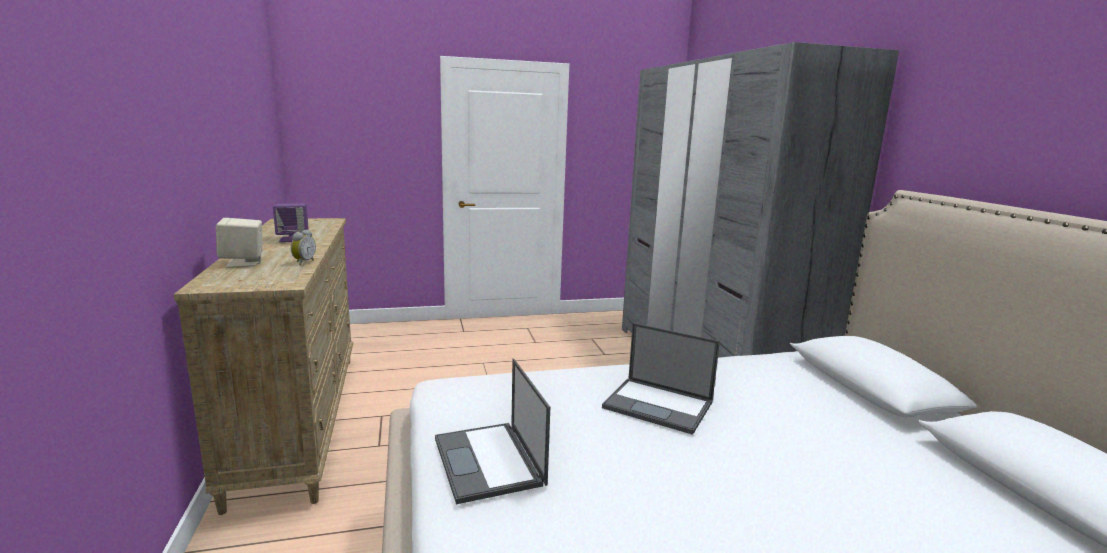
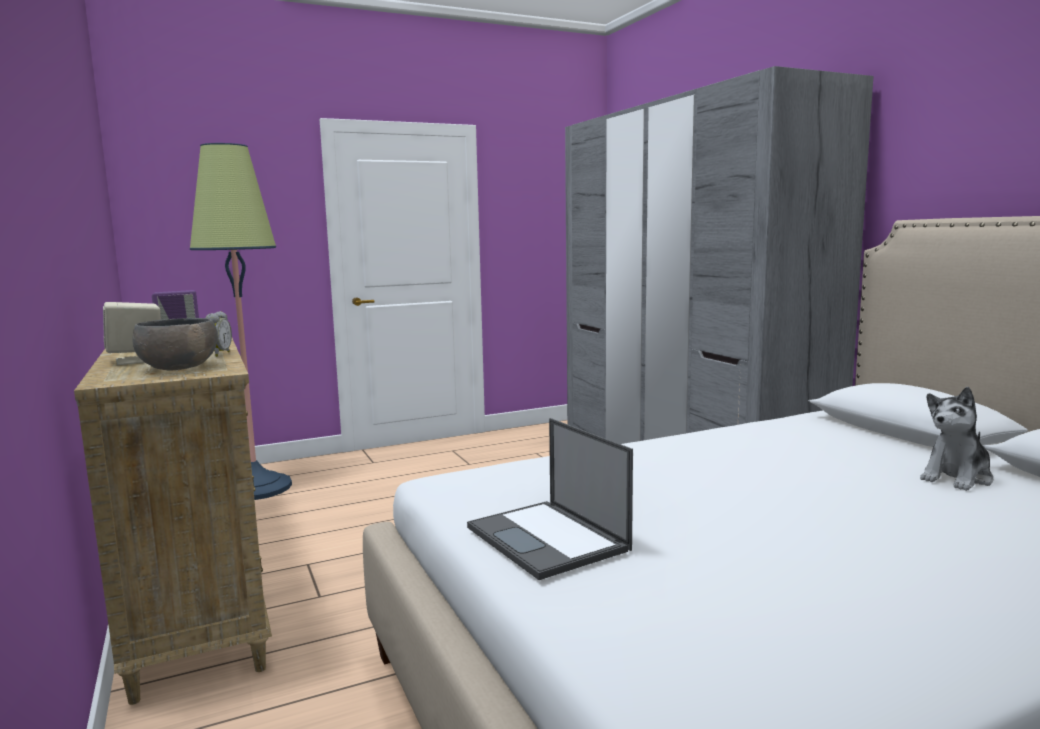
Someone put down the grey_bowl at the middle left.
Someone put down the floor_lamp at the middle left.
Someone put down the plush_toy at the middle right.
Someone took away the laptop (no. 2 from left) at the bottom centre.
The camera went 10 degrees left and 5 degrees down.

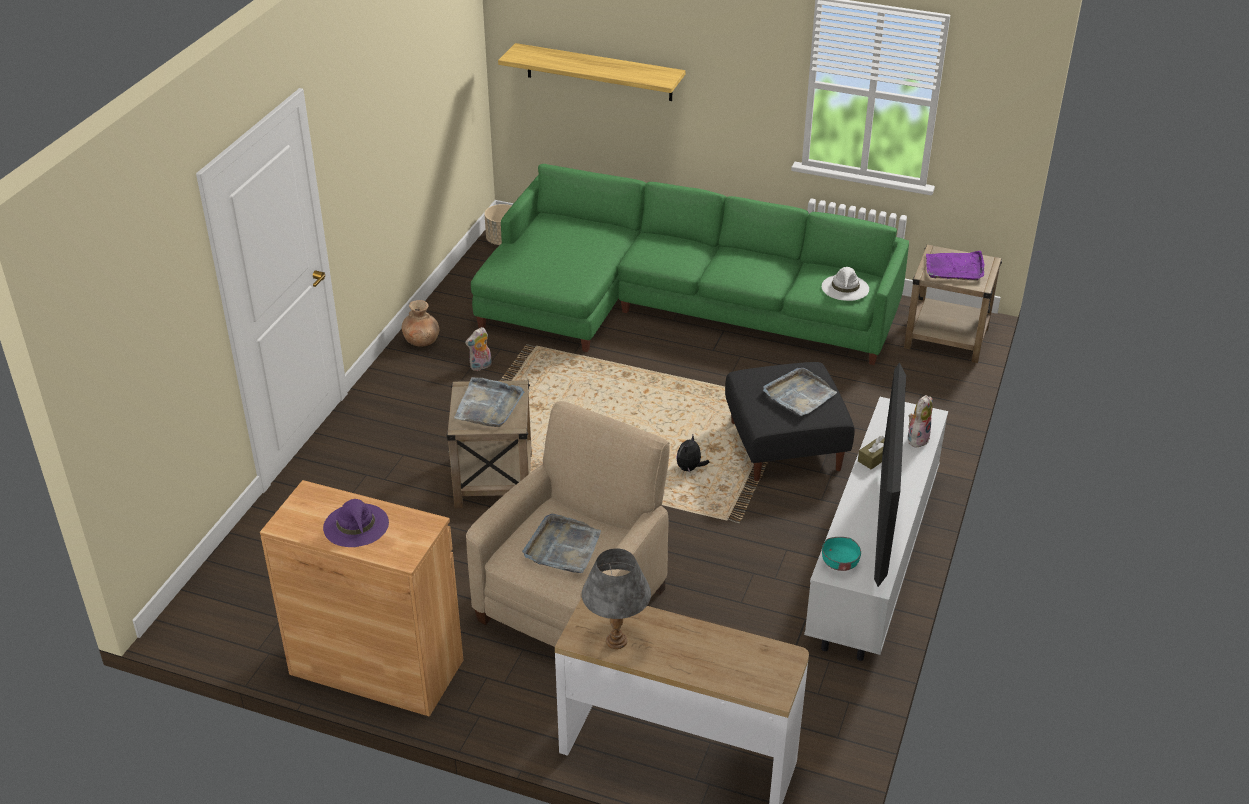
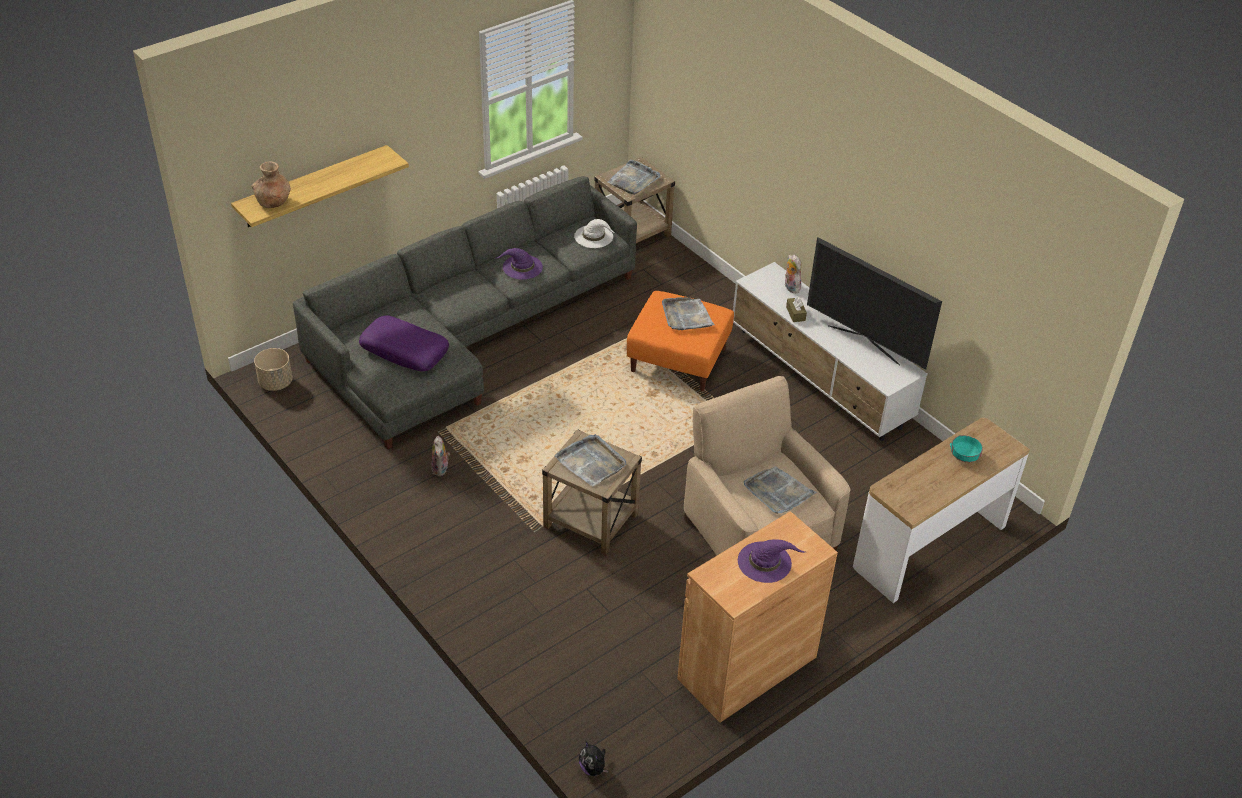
Someone carried the brown_vase from the centre to the top left.
Someone repainted the green_sofa at the top centre, which became the grey_sofa at the centre.
Someone put down the purple_pillow at the middle left.
Someone put down the purple_hat (no. 1 from left) at the top centre.
Someone carried the plush_toy (no. 2 from left) from the centre to the bottom centre.
Someone repainted the purple_tray at the top right, which became the grey_tray (no. 2 from left) at the top centre.
Someone repainted the black_ottoman at the centre, which became the orange_ottoman at the centre.
Someone carried the turquoise_bowl from the bottom right to the middle right.
Someone took away the grey_table_lamp at the bottom centre.
The camera went 60 degrees left and 5 degrees up.

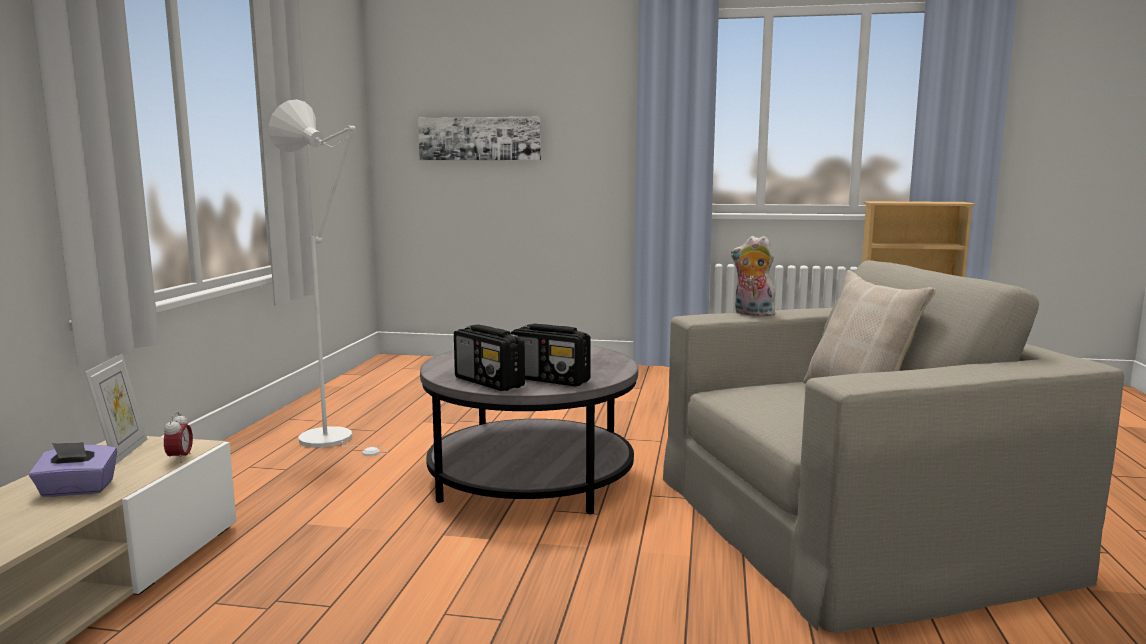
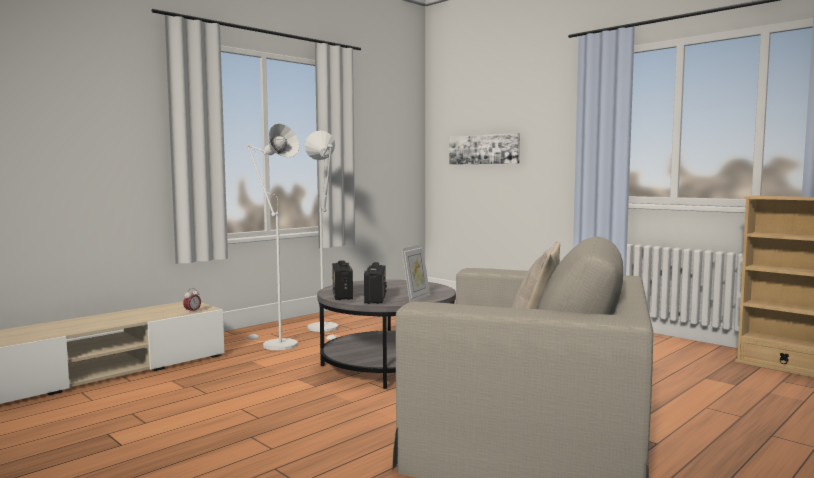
Someone put down the white_floor_lamp (no. 1 from left) at the middle left.
Someone rotated the radio (no. 2 from left) at the centre by 150 degrees counterclockwise.
Someone carried the picture_frame from the middle left to the centre.
Someone took away the purple_tissue_box at the bottom left.
Someone took away the plush_toy at the centre.
The camera went 35 degrees right and 5 degrees down.

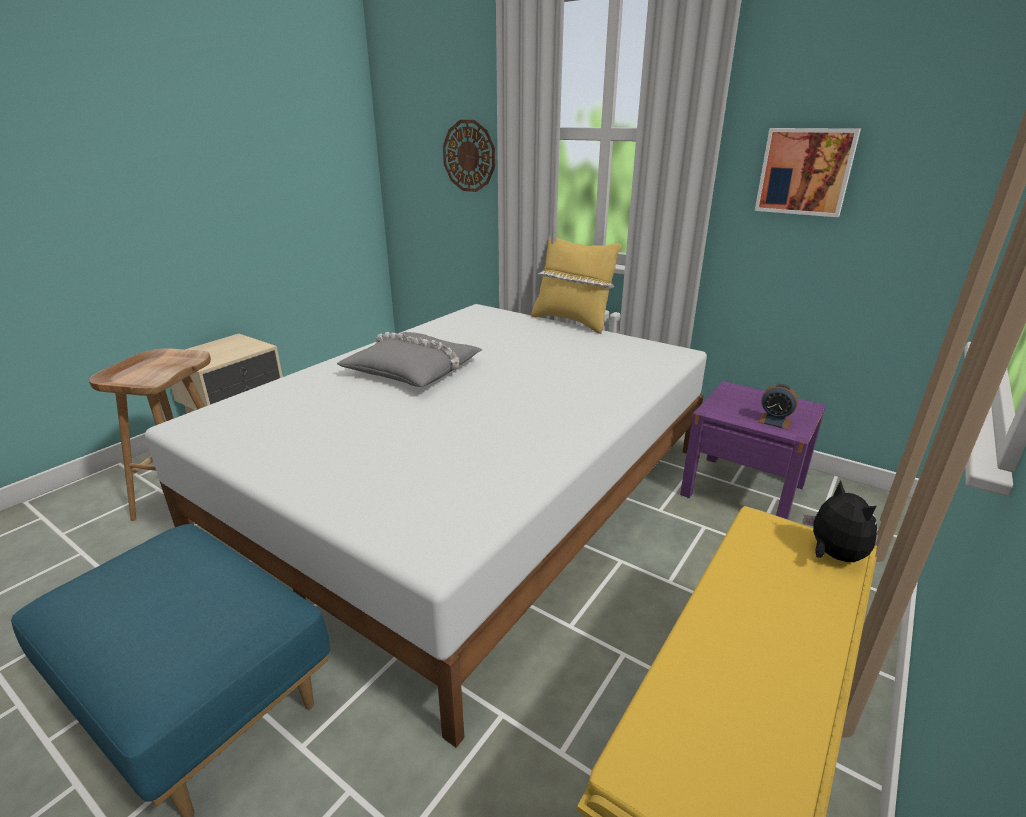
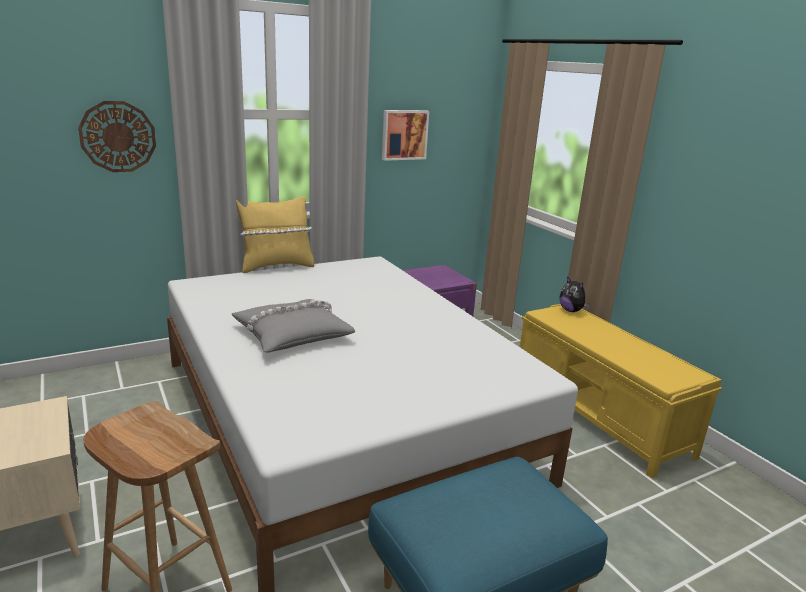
Someone rotated the plush_toy at the middle right by 135 degrees counterclockwise.
Someone took away the alarm_clock at the middle right.
The camera went 65 degrees left and 5 degrees down.

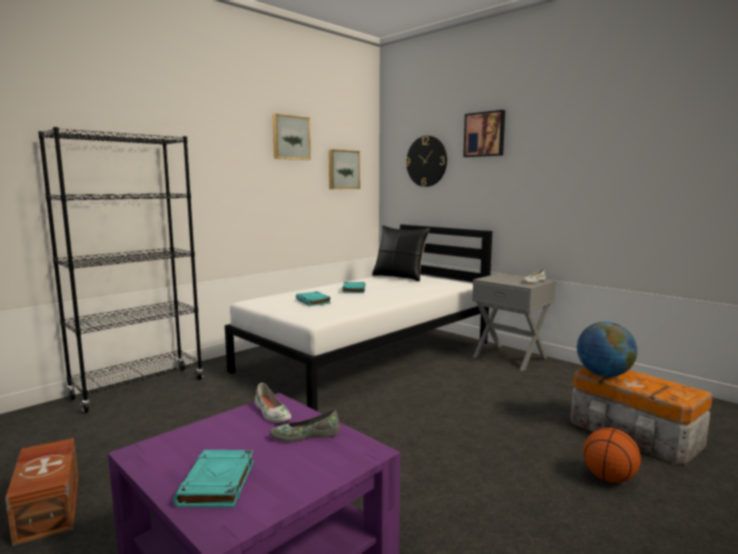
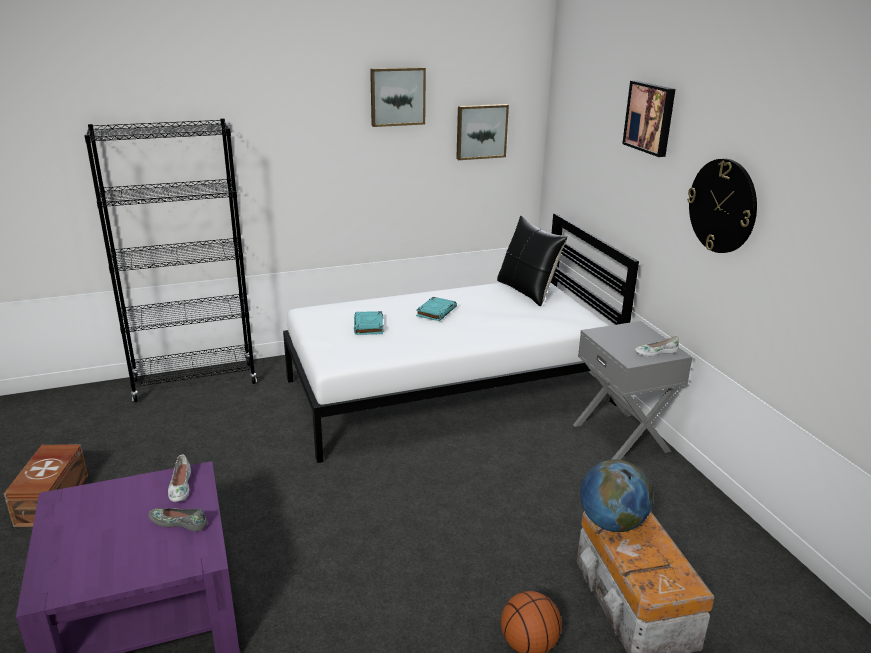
Someone carried the wall_clock from the top centre to the top right.
Someone took away the turquoise_book (no. 1 from left) at the bottom left.
The camera went 25 degrees right and 15 degrees up.

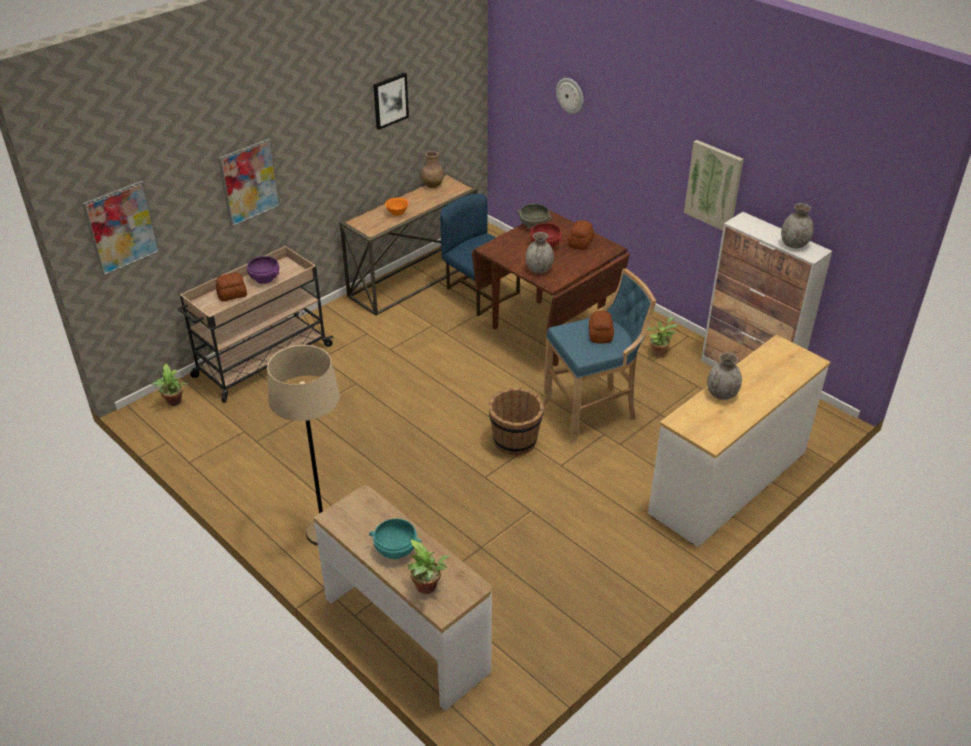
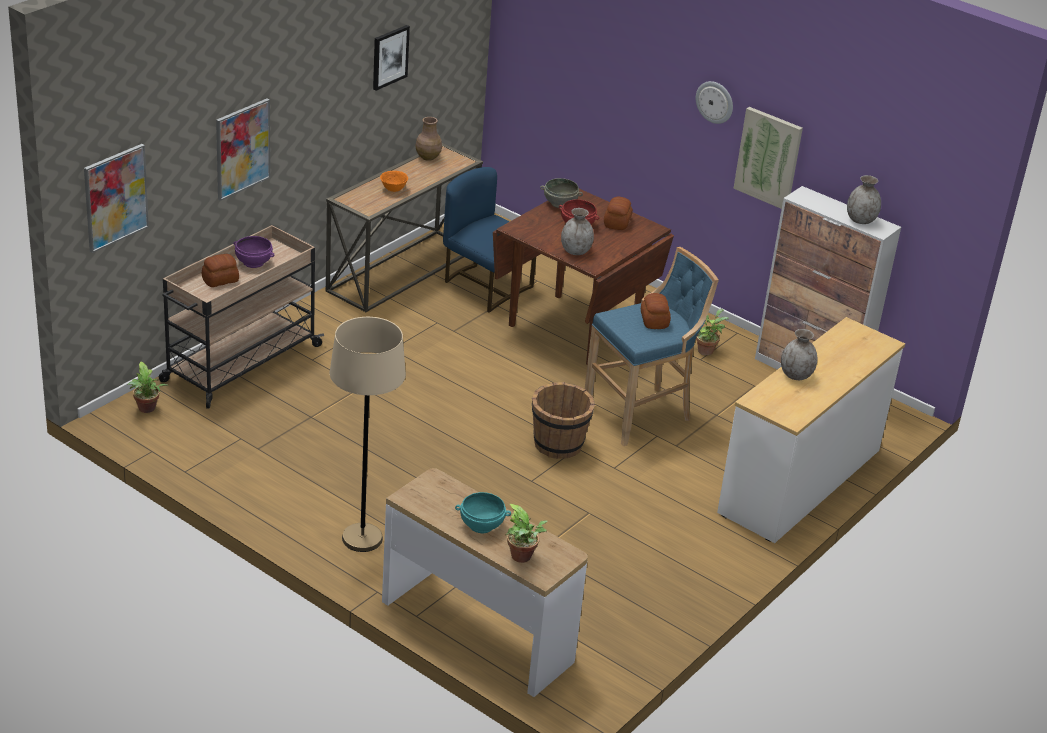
Someone carried the wall_clock from the top centre to the top right.
The camera went 10 degrees left and 5 degrees down.

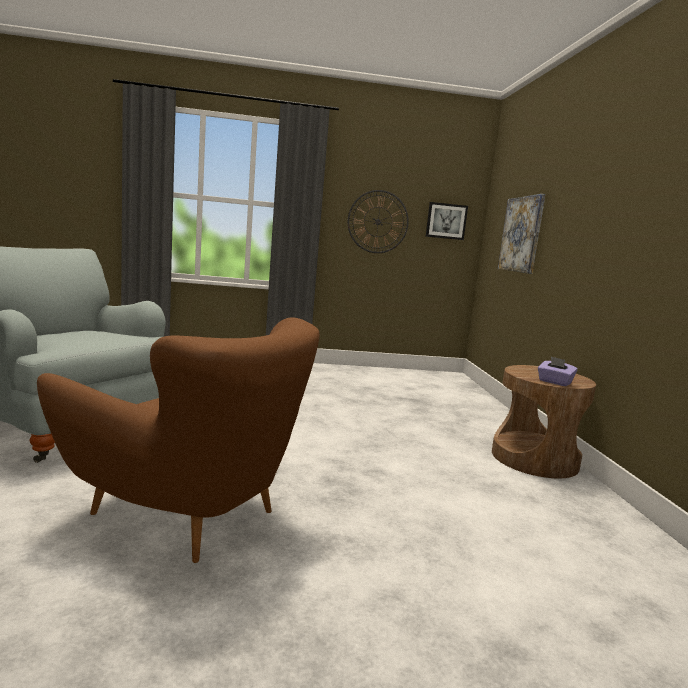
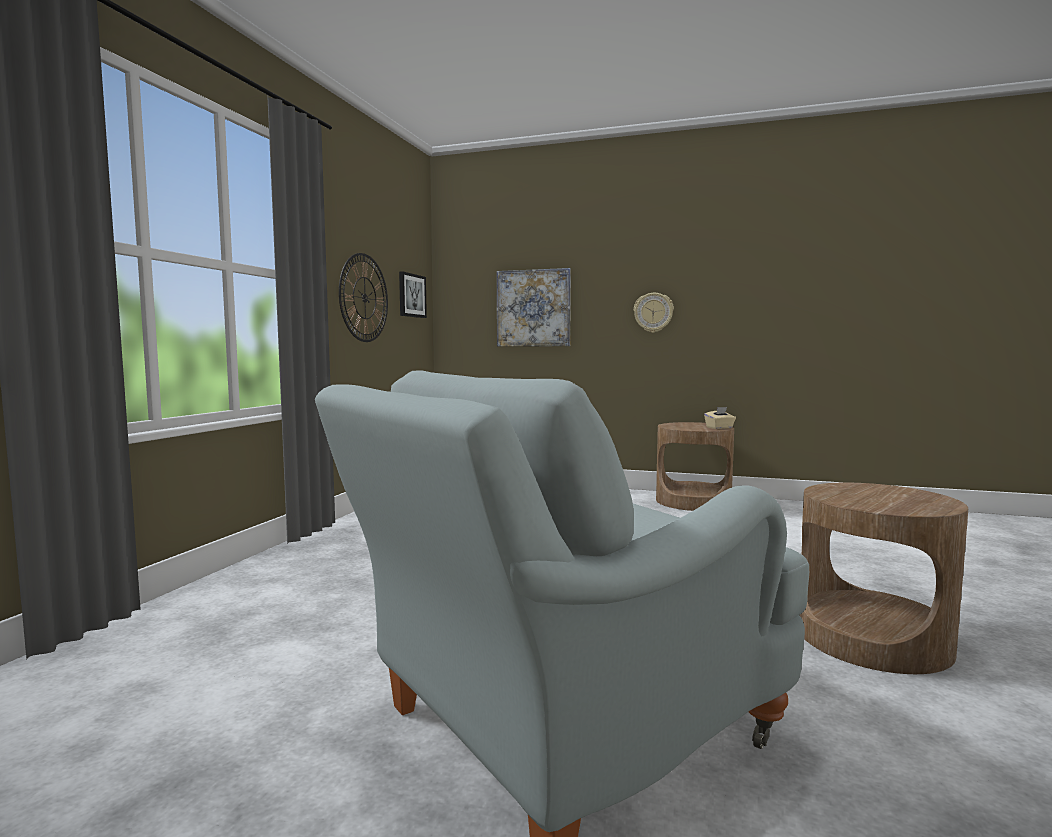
Someone put up the wall_clock (no. 2 from left) at the centre.
Someone repainted the purple_tissue_box at the middle right, which became the beige_tissue_box at the middle right.
Someone swapped the brown_armchair at the middle left for the brown_side_table (no. 2 from left) at the bottom right.
The camera went 65 degrees left and 5 degrees down.

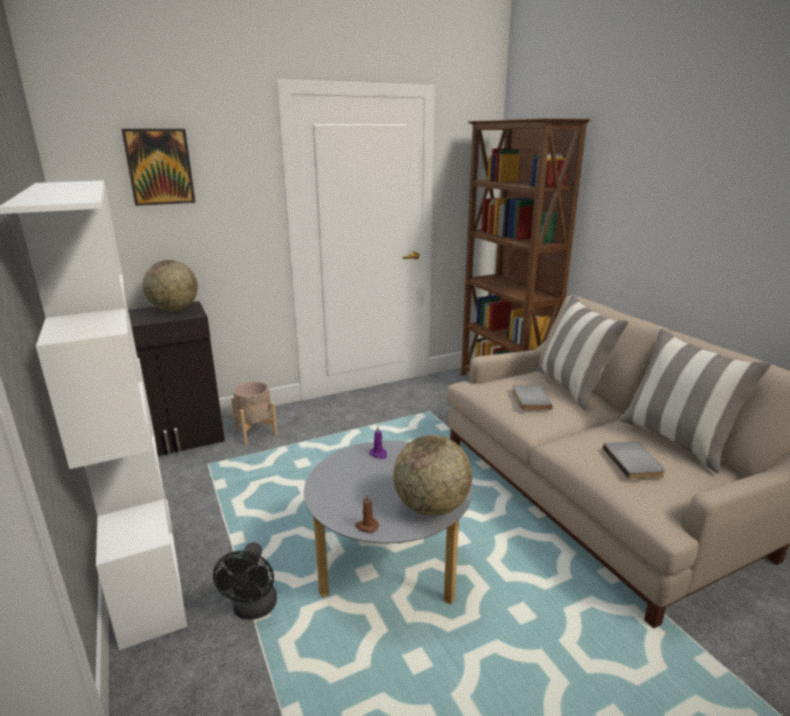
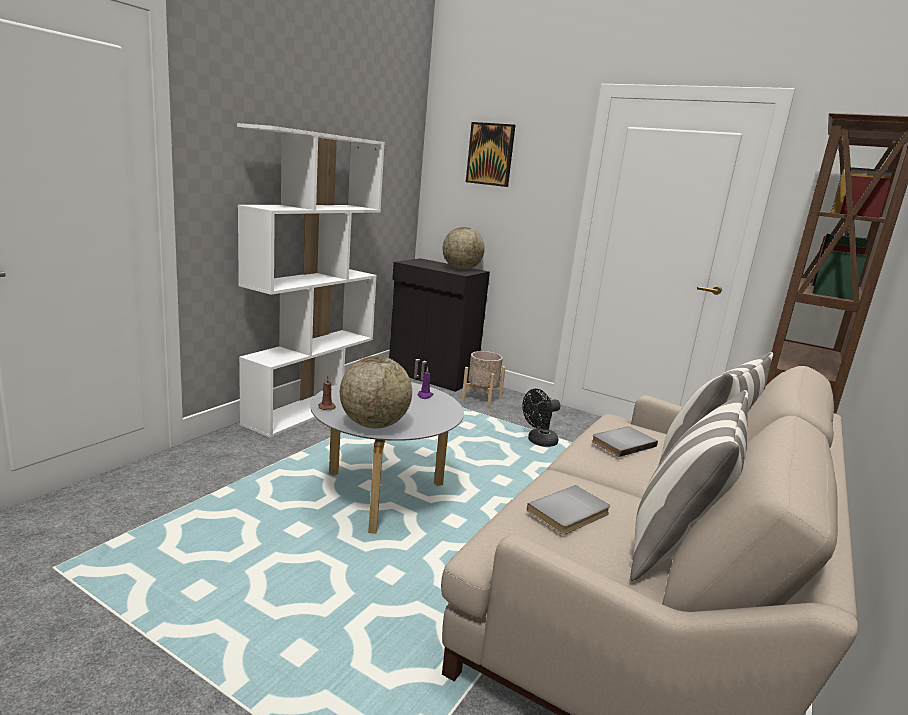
Someone carried the black_fan from the bottom left to the centre.
The camera went 55 degrees right and 5 degrees down.

